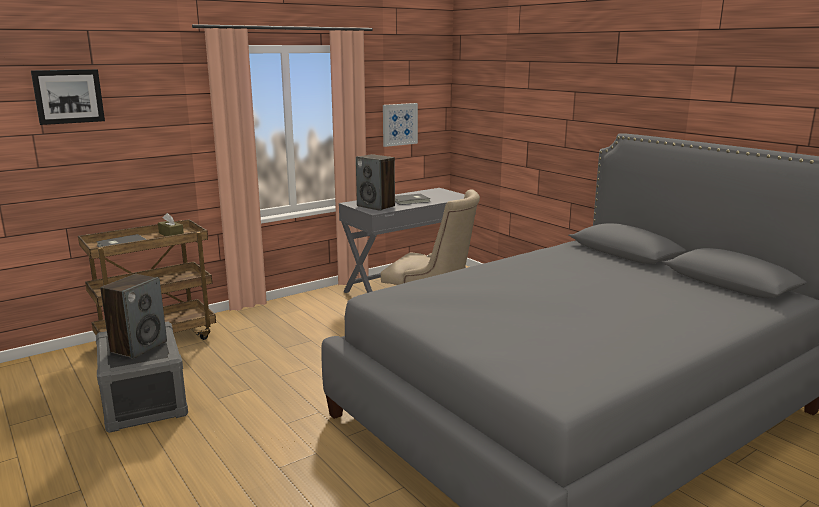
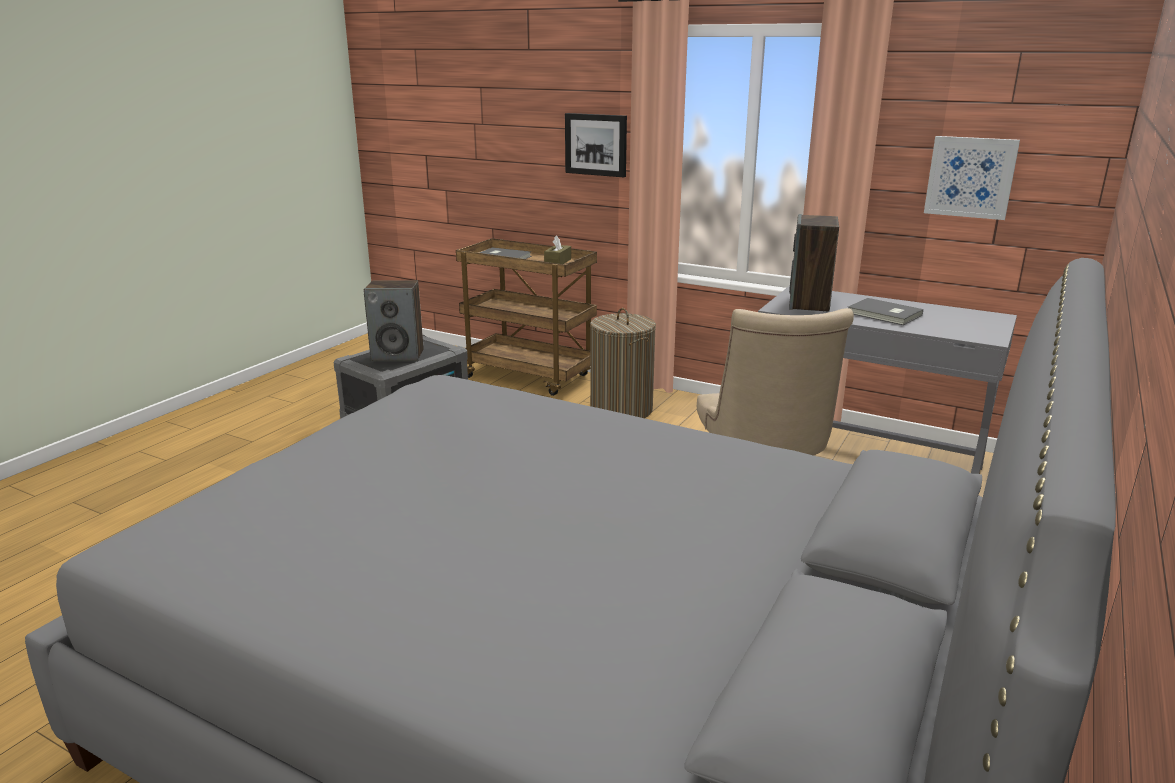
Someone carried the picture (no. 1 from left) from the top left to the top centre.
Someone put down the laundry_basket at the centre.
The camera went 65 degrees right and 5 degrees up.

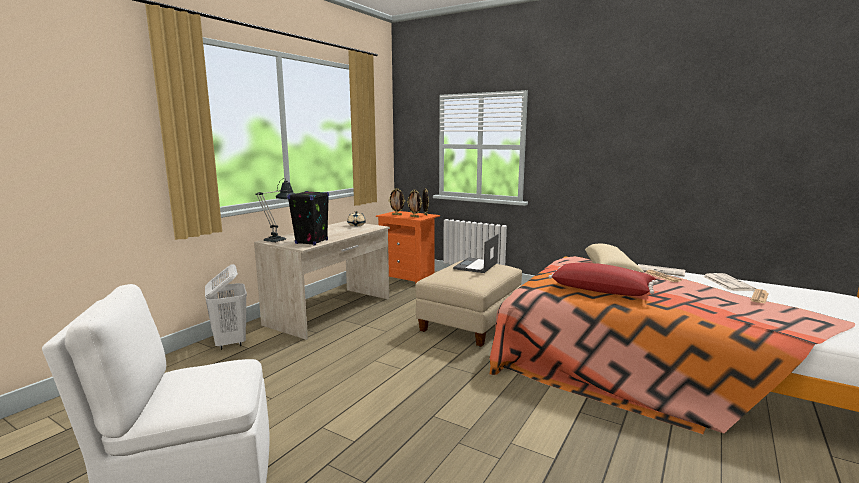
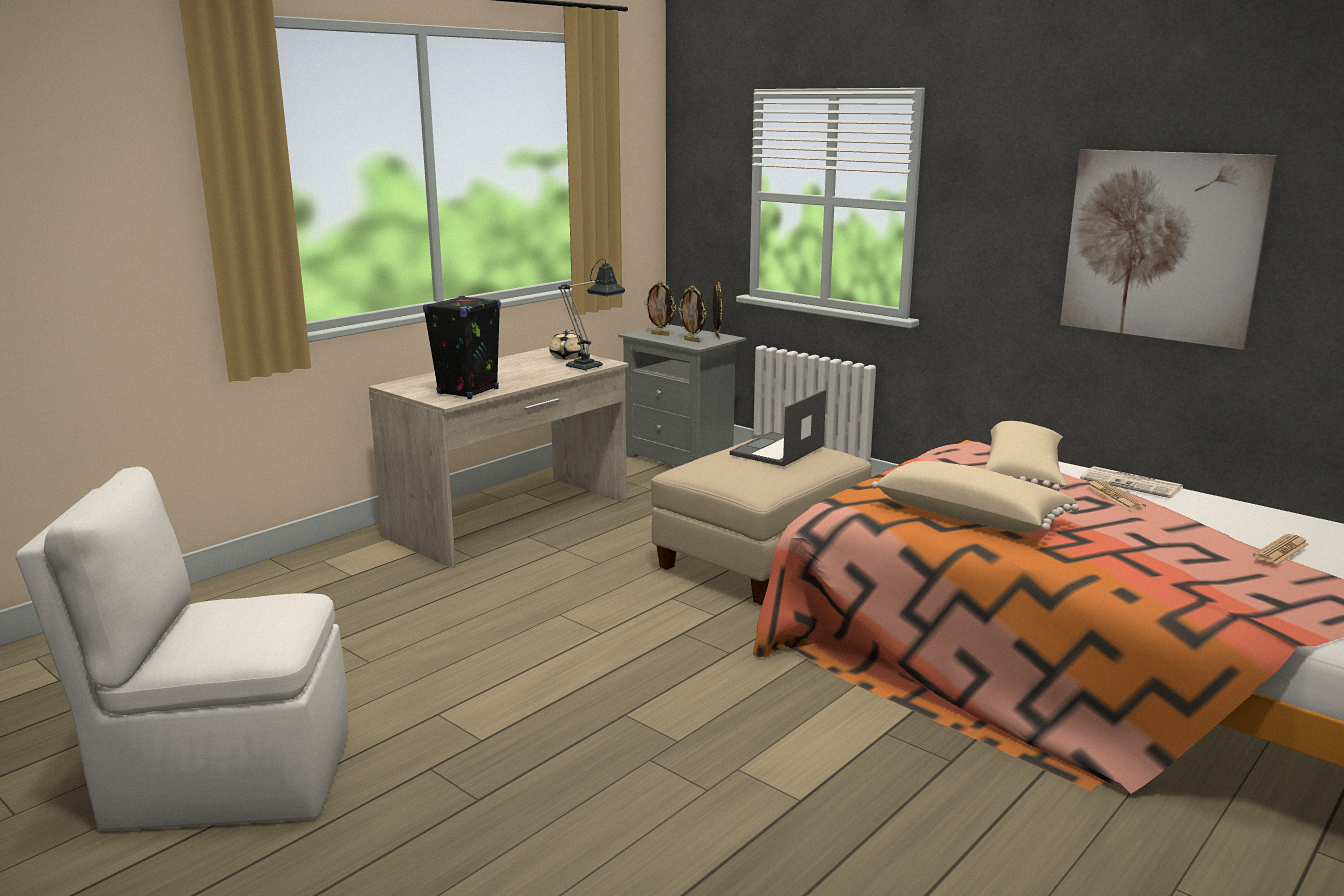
Someone carried the table_lamp from the middle left to the centre.
Someone repainted the orange_nightstand at the centre, which became the grey_nightstand at the centre.
Someone repainted the red_pillow at the middle right, which became the beige_pillow (no. 1 from left) at the middle right.
Someone put up the picture at the top right.
Someone took away the white_laundry_basket at the middle left.
Someone took away the newspaper (no. 3 from left) at the middle right.
The camera went 10 degrees right and 5 degrees up.

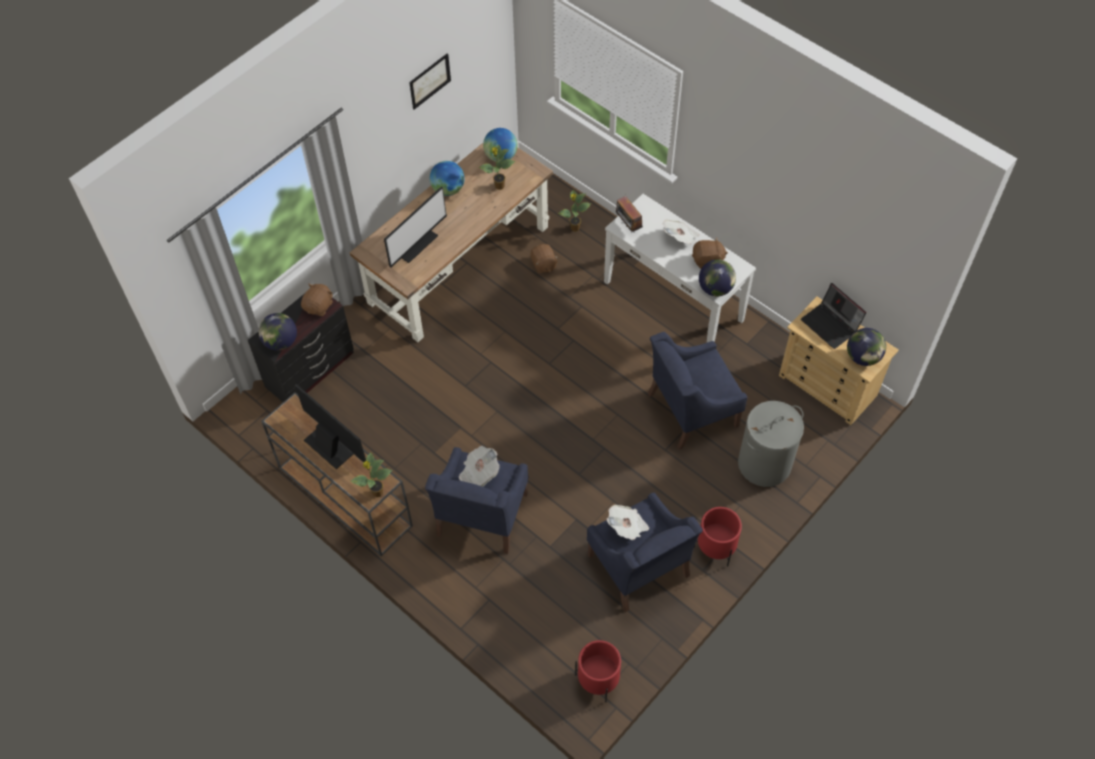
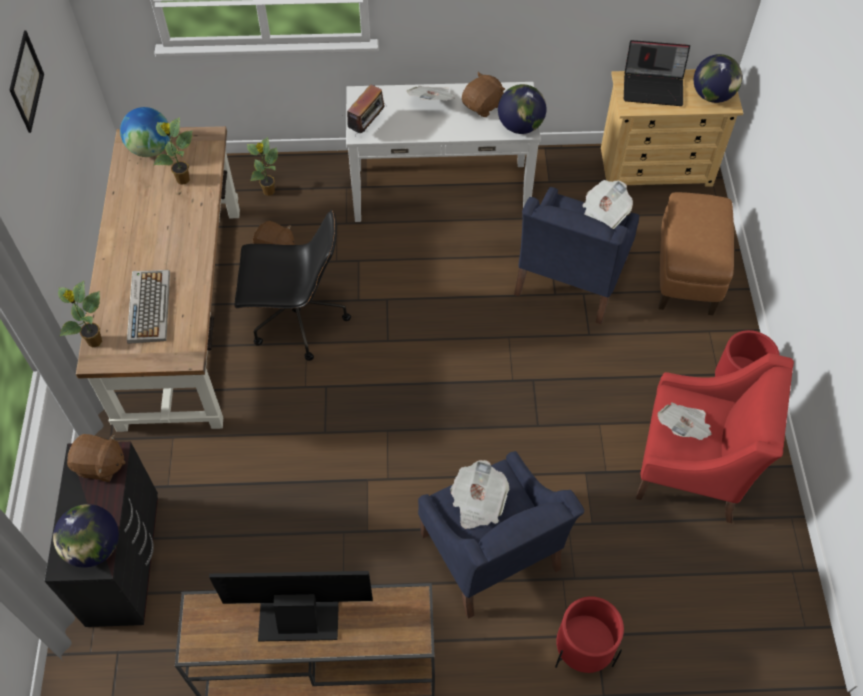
Someone carried the potted_plant (no. 1 from left) from the centre to the middle left.
Someone rotated the brown_plush_toy (no. 1 from left) at the middle left by 120 degrees clockwise.
Someone swapped the monitor (no. 2 from left) at the top centre for the keyboard at the middle left.
Someone put down the black_office_chair at the centre.
Someone rotated the radio at the top centre by 75 degrees counterclockwise.
Someone carried the red_planter (no. 1 from left) from the bottom centre to the bottom right.
Someone put down the newspaper (no. 3 from left) at the top right.
Someone repainted the blue_armchair (no. 2 from left) at the bottom centre, which became the red_armchair at the middle right.
Someone swapped the grey_laundry_basket at the middle right for the brown_ottoman at the middle right.
Someone took away the globe (no. 2 from left) at the top centre.
The camera went 45 degrees left and 0 degrees up.

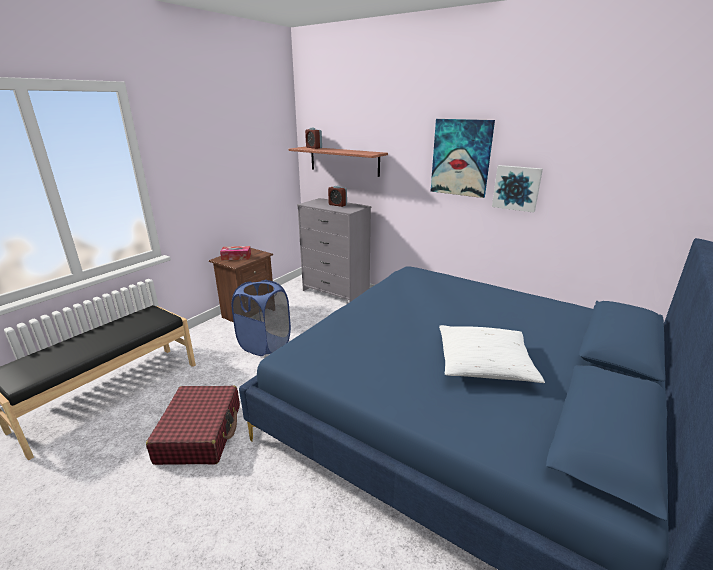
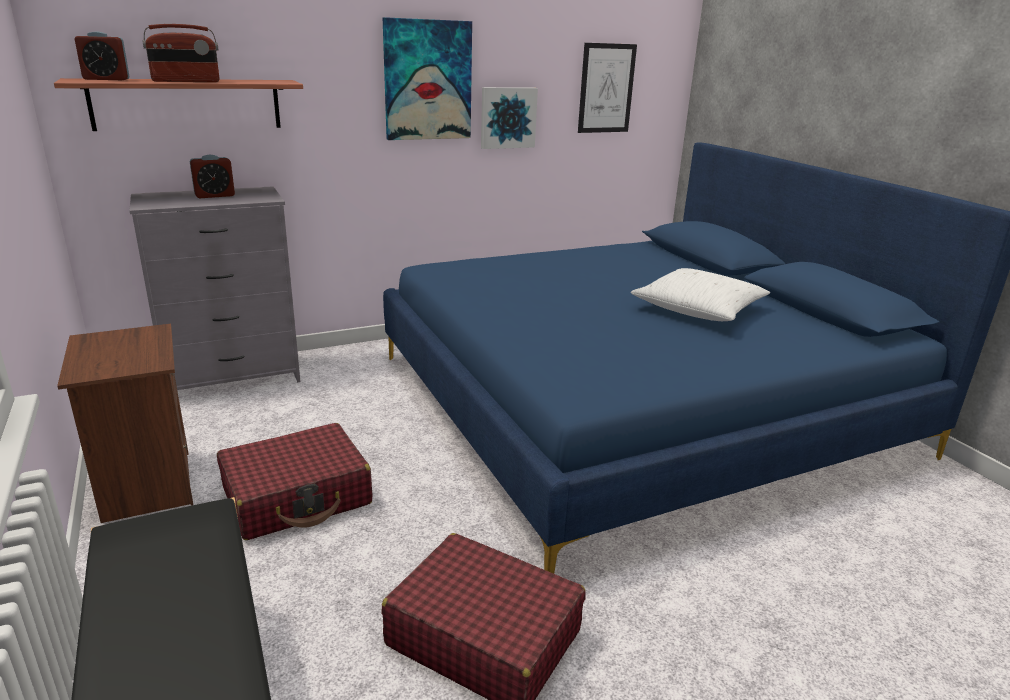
Someone put down the radio at the top left.
Someone swapped the blue_laundry_basket at the centre for the red_suitcase (no. 1 from left) at the bottom left.
Someone put up the picture (no. 3 from left) at the top centre.
Someone took away the tissue_box at the middle left.
The camera went 60 degrees left and 0 degrees up.

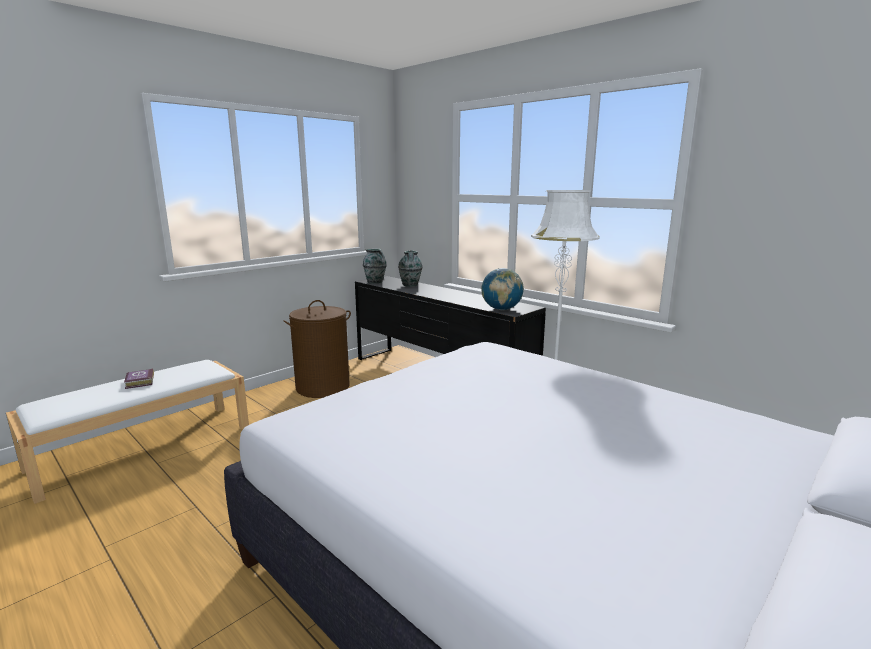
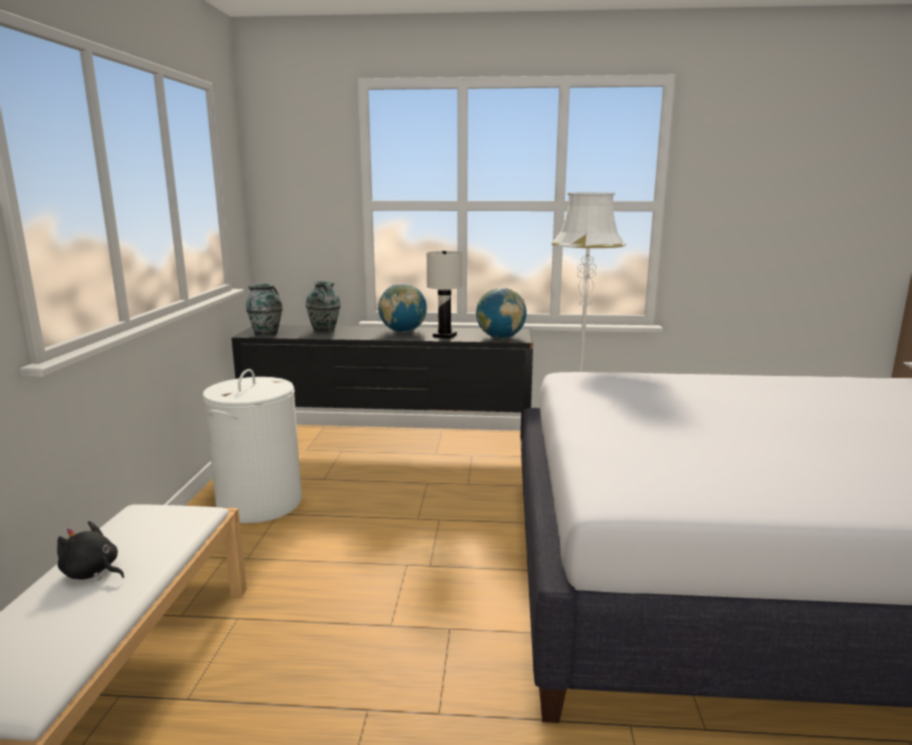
Someone swapped the book at the middle left for the black_plush_toy at the bottom left.
Someone repainted the brown_laundry_basket at the centre, which became the white_laundry_basket at the middle left.
Someone put down the globe (no. 1 from left) at the centre.
Someone put down the white_table_lamp at the centre.
The camera went 40 degrees left and 0 degrees up.

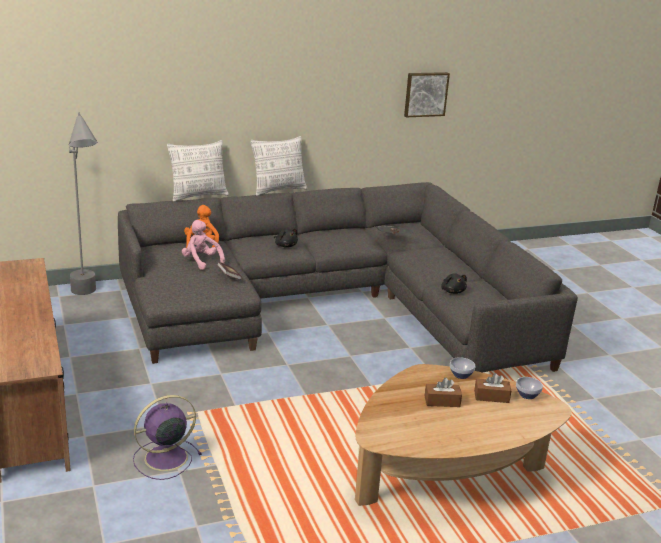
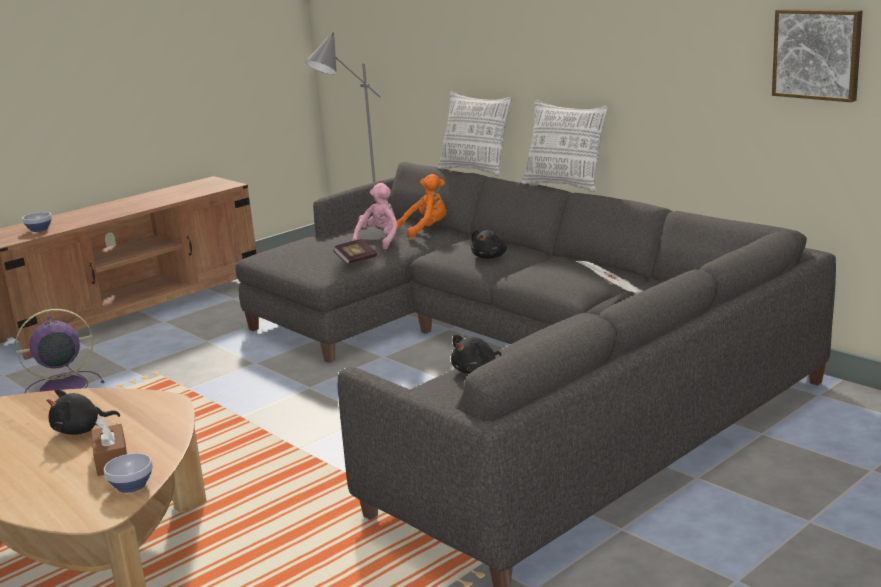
Someone rotated the purple_fan at the bottom left by 60 degrees counterclockwise.
Someone carried the bowl (no. 1 from left) from the bottom right to the middle left.
Someone swapped the brown_tissue_box (no. 1 from left) at the bottom right for the black_plush_toy (no. 1 from left) at the bottom left.
The camera went 70 degrees right and 5 degrees down.

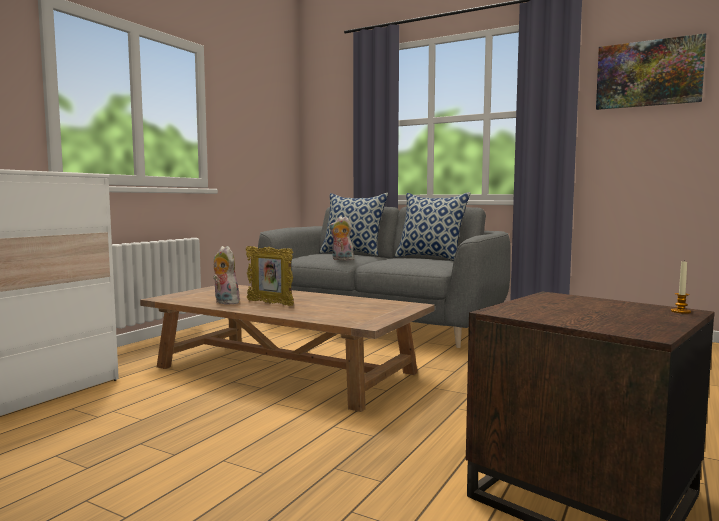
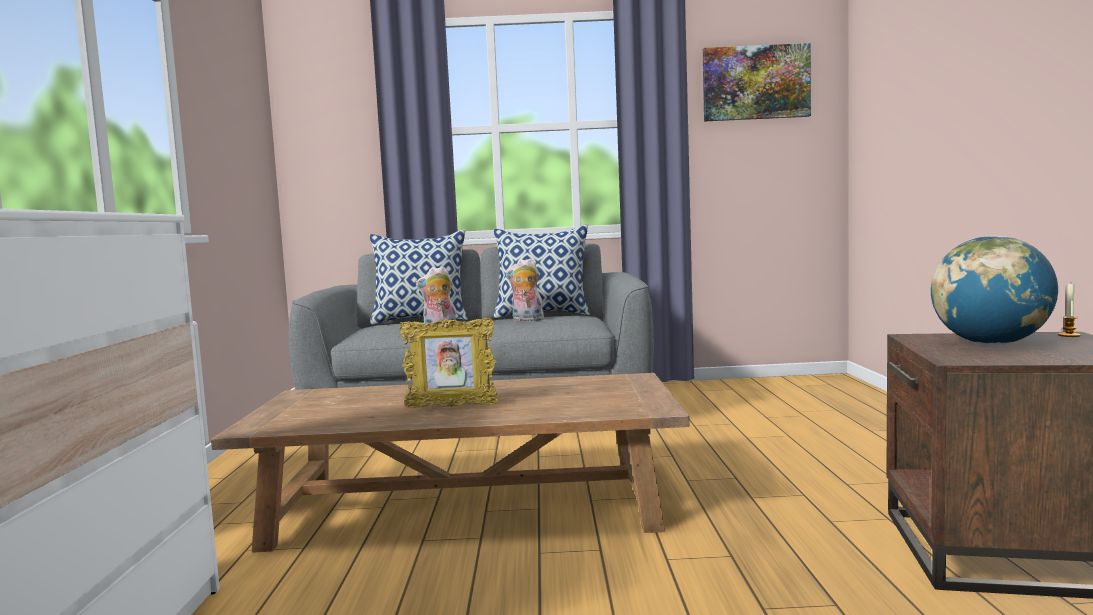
Someone carried the plush_toy (no. 1 from left in the first image) from the middle left to the centre.
Someone put down the globe at the middle right.
The camera went 30 degrees left and 0 degrees up.

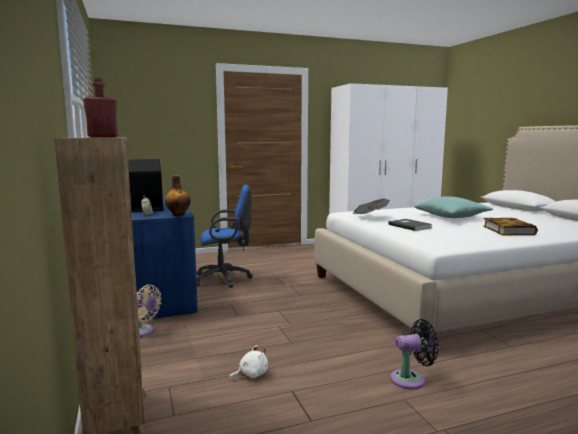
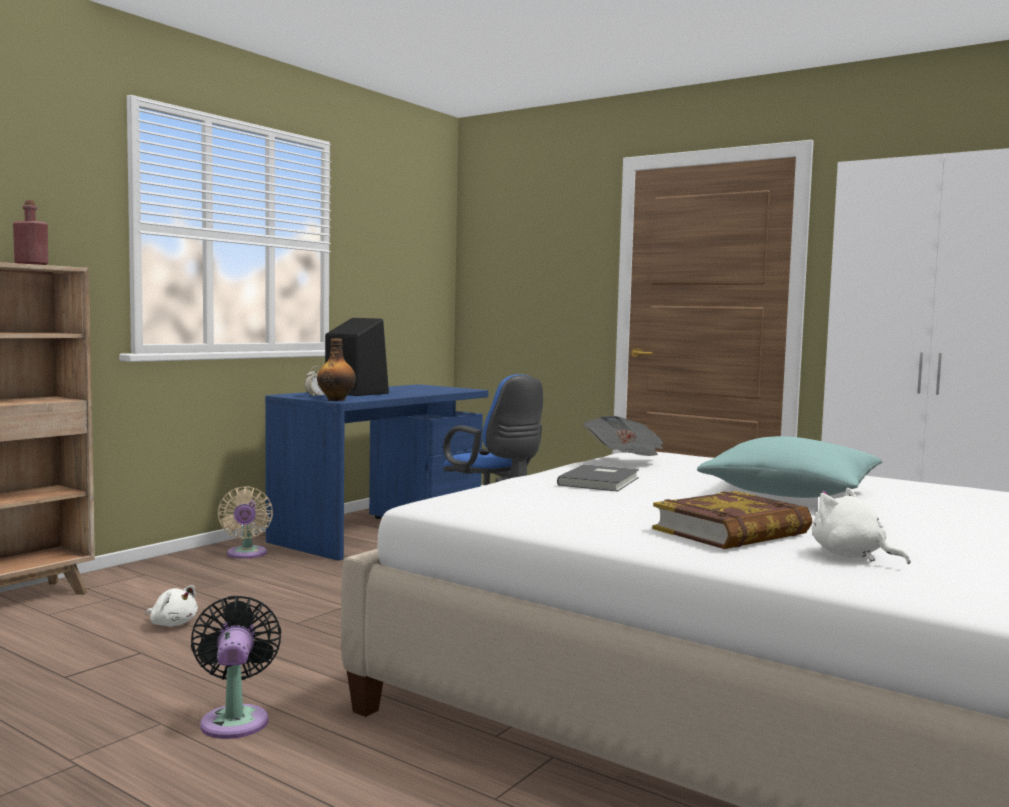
Someone rotated the black_fan at the bottom right by 150 degrees counterclockwise.
Someone put down the white_plush_toy (no. 2 from left) at the middle right.
The camera went 55 degrees right and 5 degrees down.

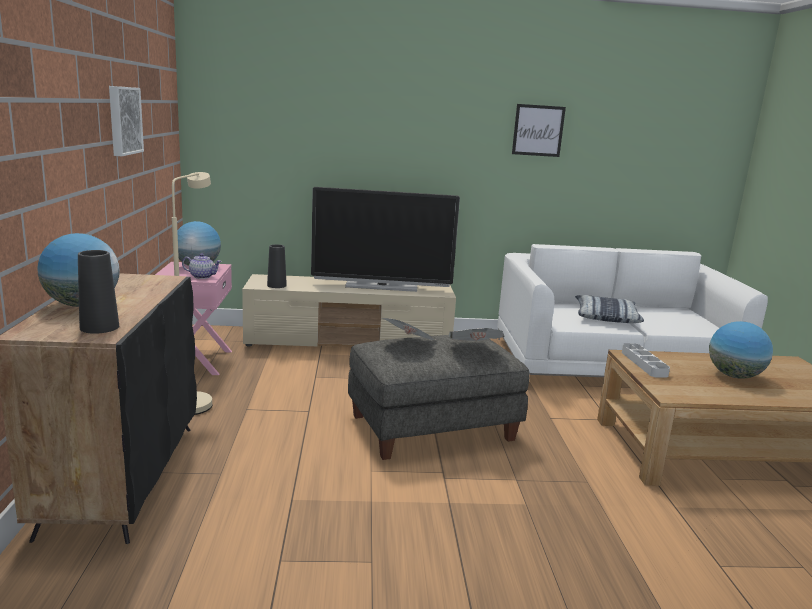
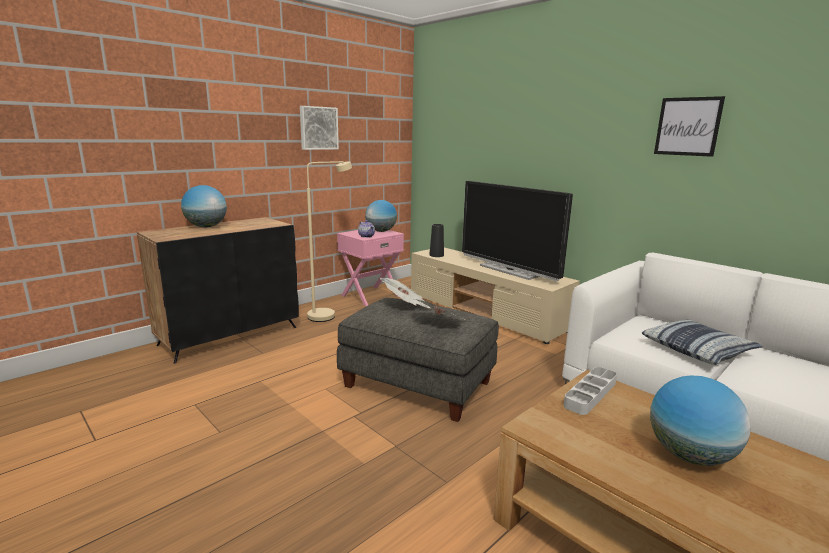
Someone took away the black_vase (no. 1 from left) at the middle left.
The camera went 50 degrees right and 0 degrees up.

